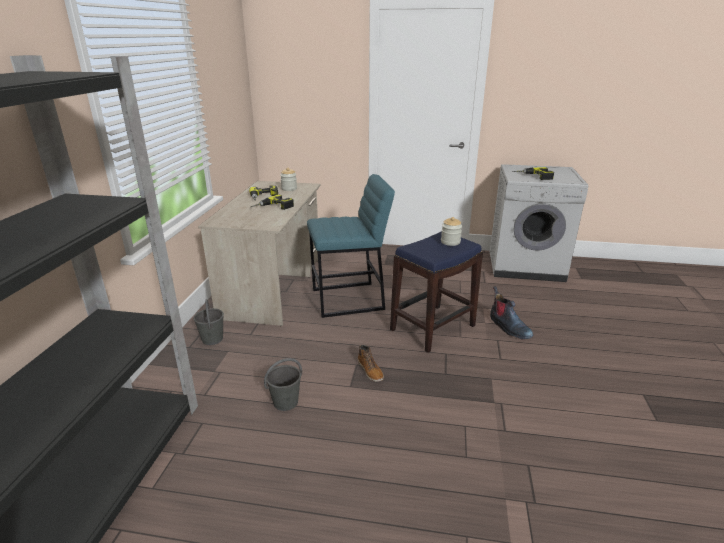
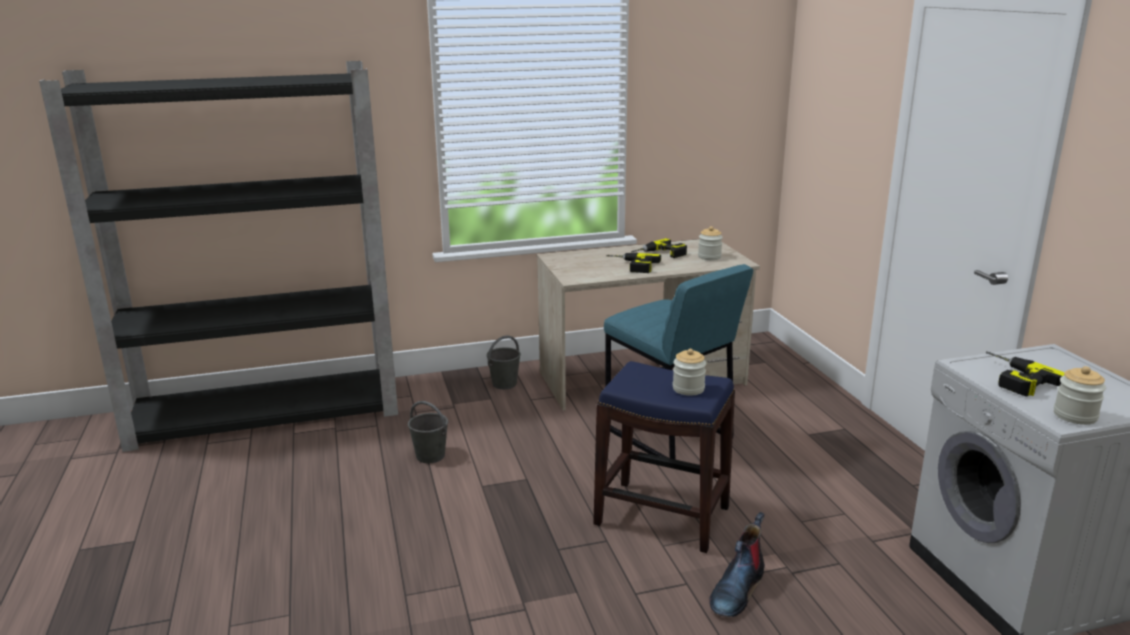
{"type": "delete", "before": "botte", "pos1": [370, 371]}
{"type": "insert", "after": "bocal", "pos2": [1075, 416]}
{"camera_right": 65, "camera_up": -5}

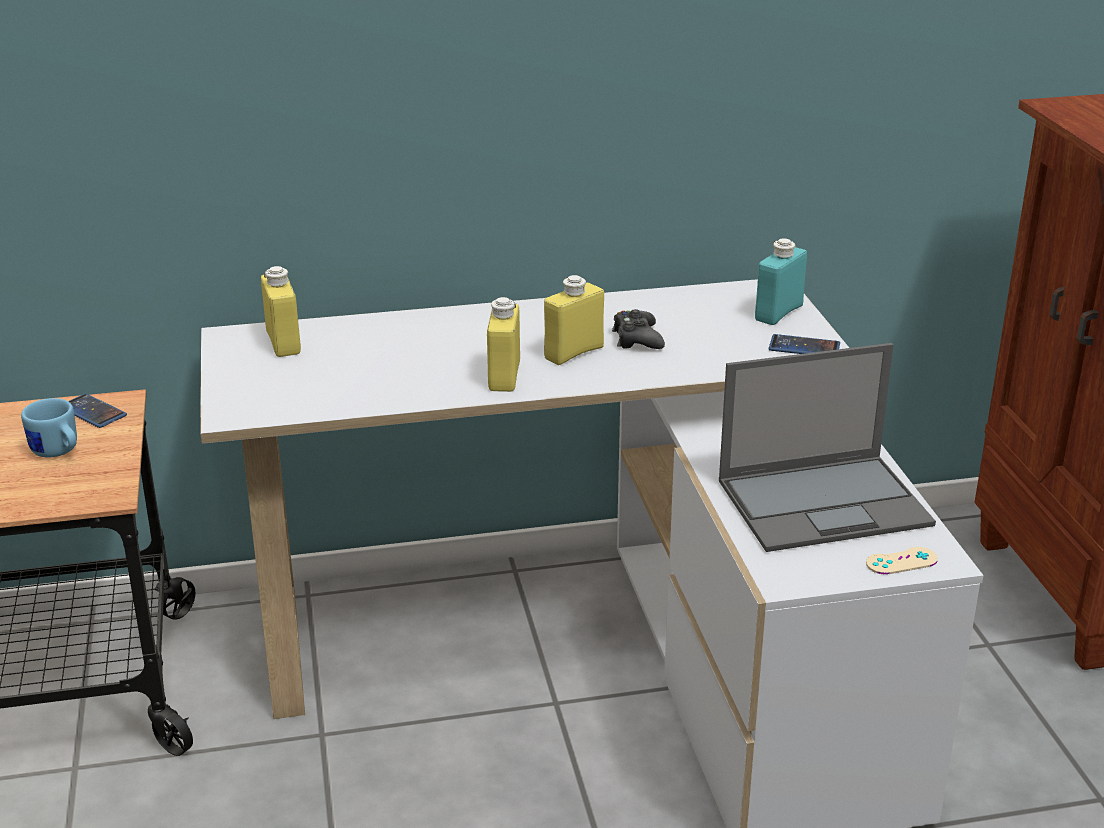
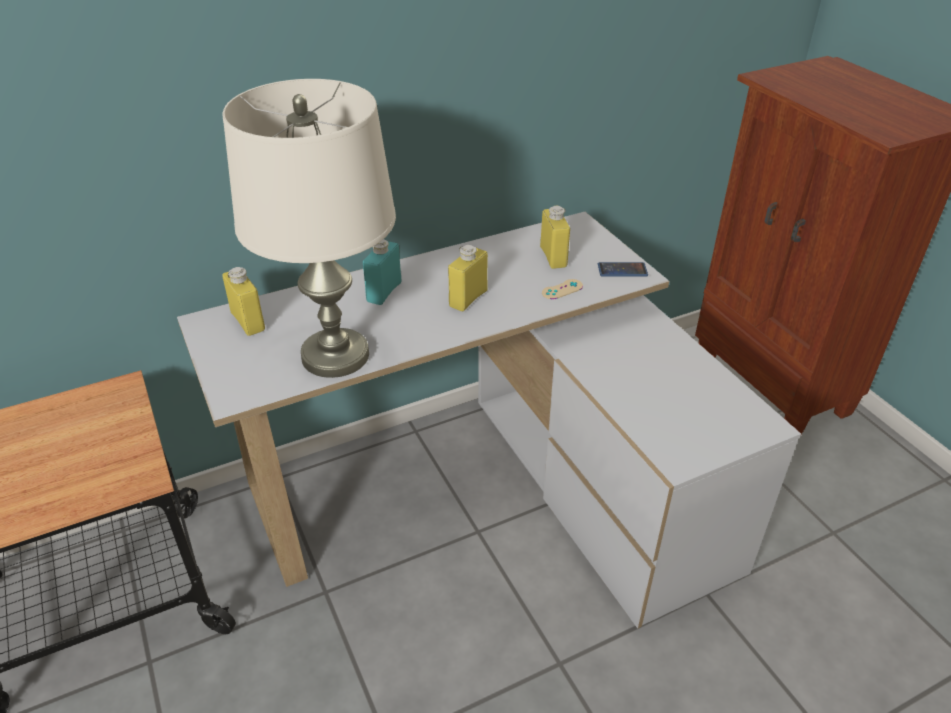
{"type": "delete", "before": "mug/bleu", "pos1": [58, 452]}
{"type": "delete", "before": "téléphone", "pos1": [93, 412]}
{"type": "delete", "before": "manette/noir", "pos1": [637, 339]}
{"type": "delete", "before": "ordinateur portable", "pos1": [826, 502]}
{"type": "insert", "after": "lampe de table/blanc", "pos2": [335, 355]}
{"type": "move", "before": "bouteille/jaune", "pos1": [504, 377], "pos2": [553, 257]}
{"type": "move", "before": "bouteille/turquoise", "pos1": [778, 313], "pos2": [384, 292]}
{"type": "move", "before": "manette/beige", "pos1": [901, 561], "pos2": [562, 289]}
{"camera_right": -15, "camera_up": 10}

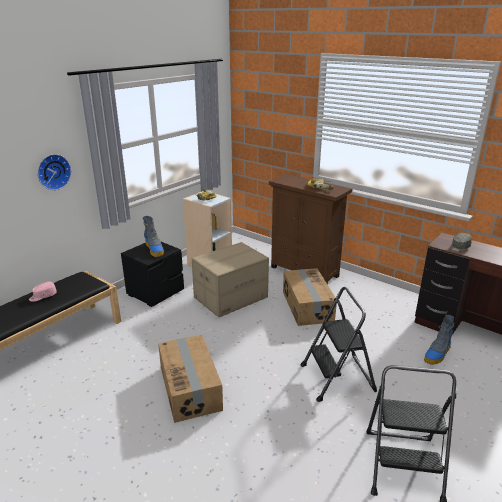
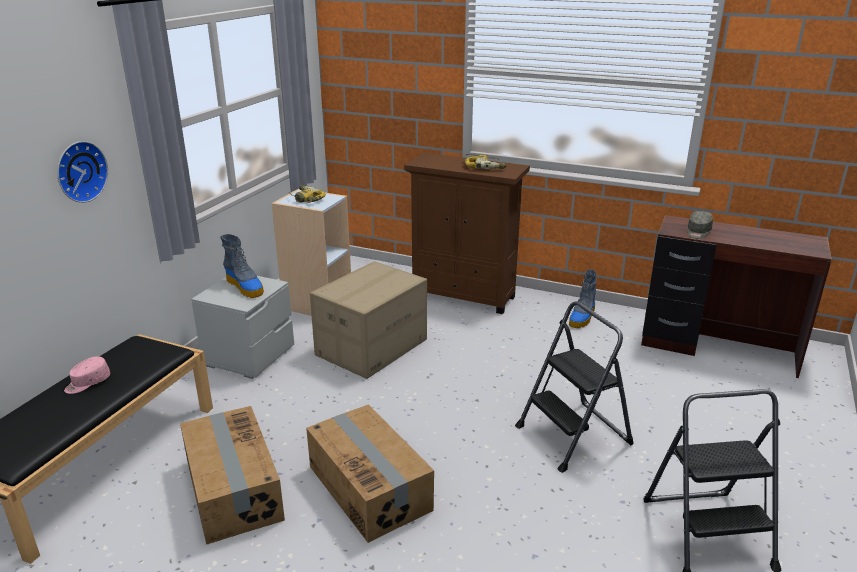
{"type": "move", "before": "carton", "pos1": [307, 306], "pos2": [232, 490]}
{"type": "move", "before": "botte", "pos1": [437, 354], "pos2": [582, 317]}
{"type": "recolor", "before": "table de chevet/noir", "after": "table de chevet/blanc", "pos1": [155, 292], "pos2": [248, 356]}
{"camera_right": -15, "camera_up": 0}

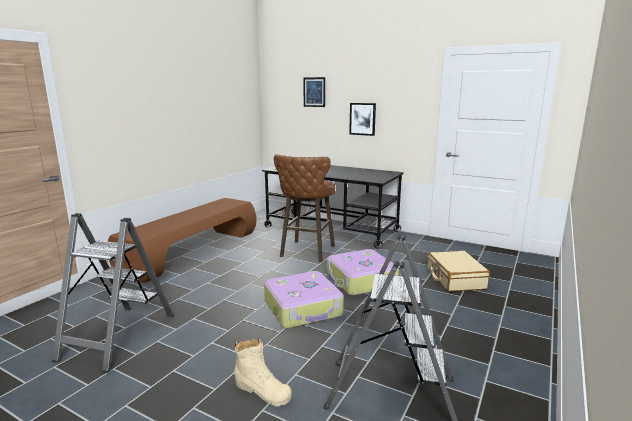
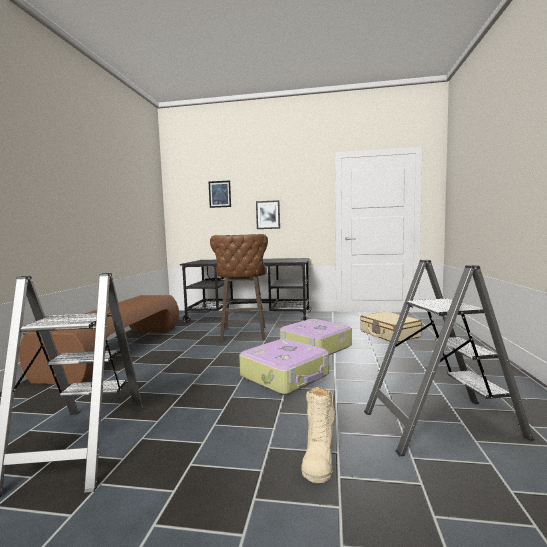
{"type": "rotate", "before": "botte/beige", "pos1": [262, 390], "pos2": [319, 456], "turn": 90}
{"camera_right": -20, "camera_up": -10}

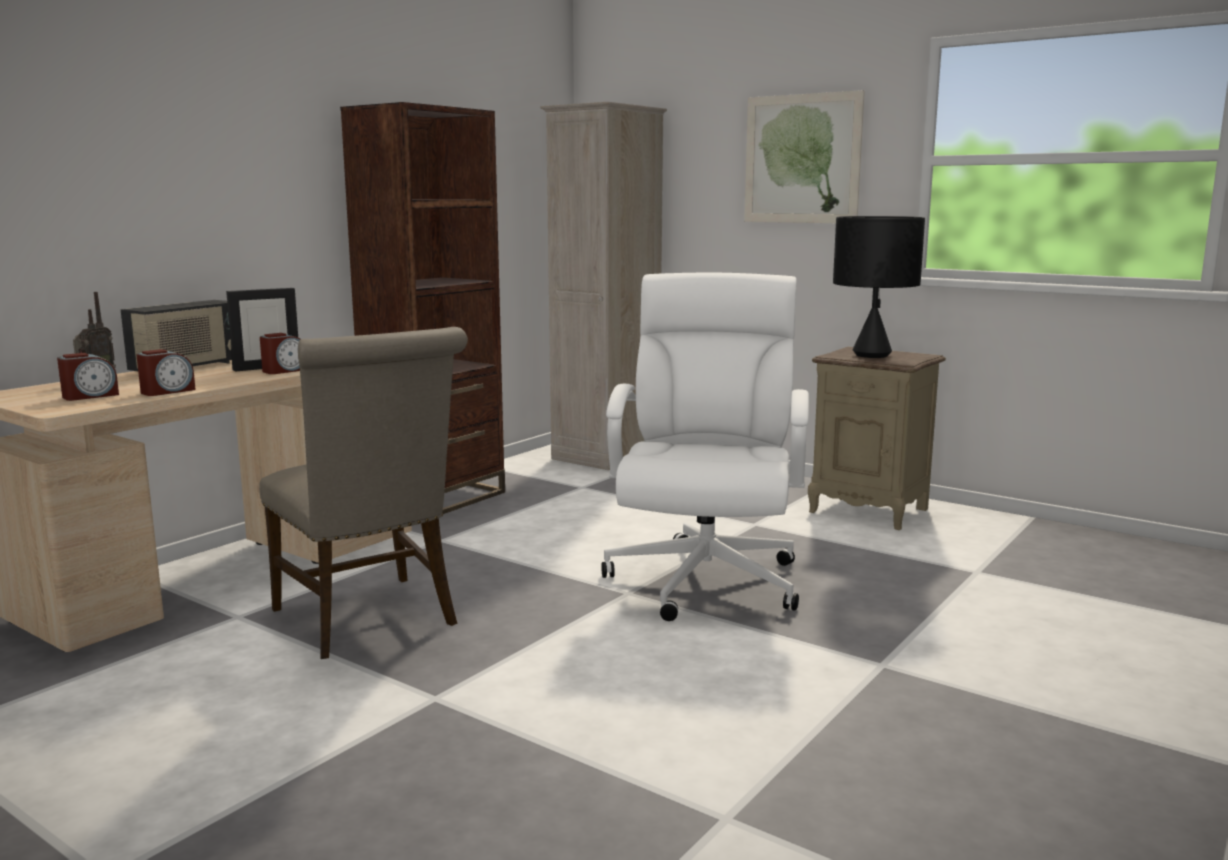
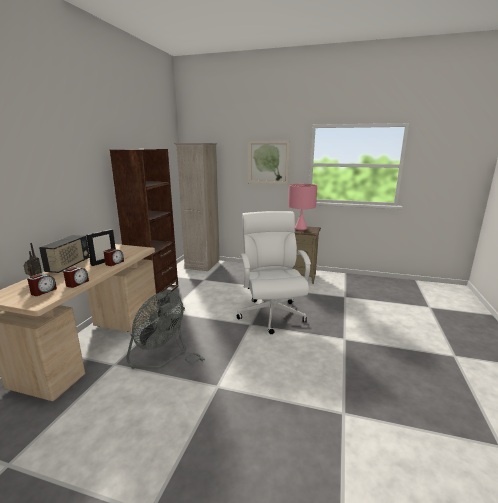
{"type": "replace", "before": "chaise/beige", "after": "ventilateur/gris", "pos1": [370, 620], "pos2": [168, 355]}
{"type": "recolor", "before": "lampe de table/noir", "after": "lampe de table/rose", "pos1": [871, 355], "pos2": [300, 229]}
{"camera_right": -20, "camera_up": 5}

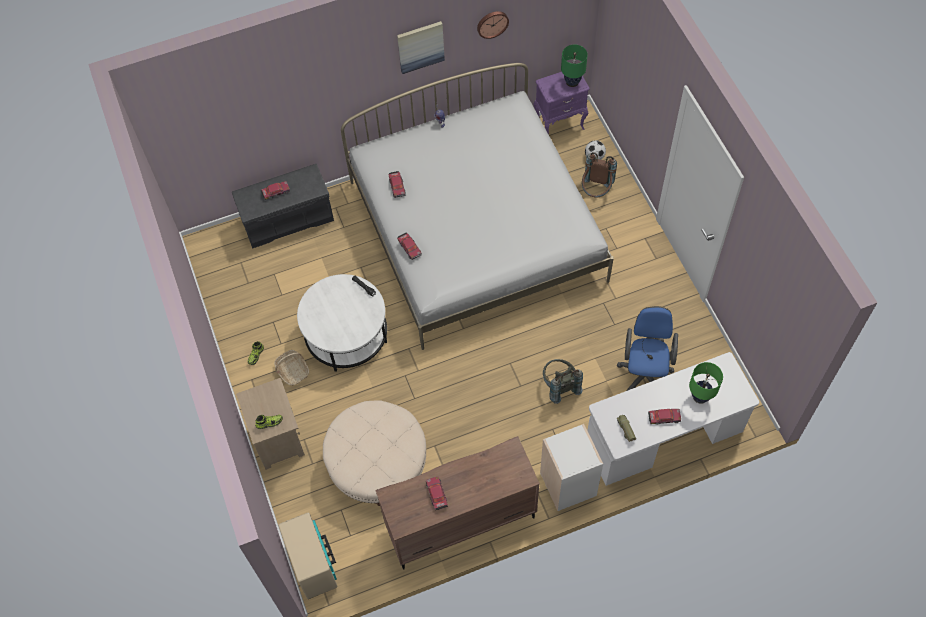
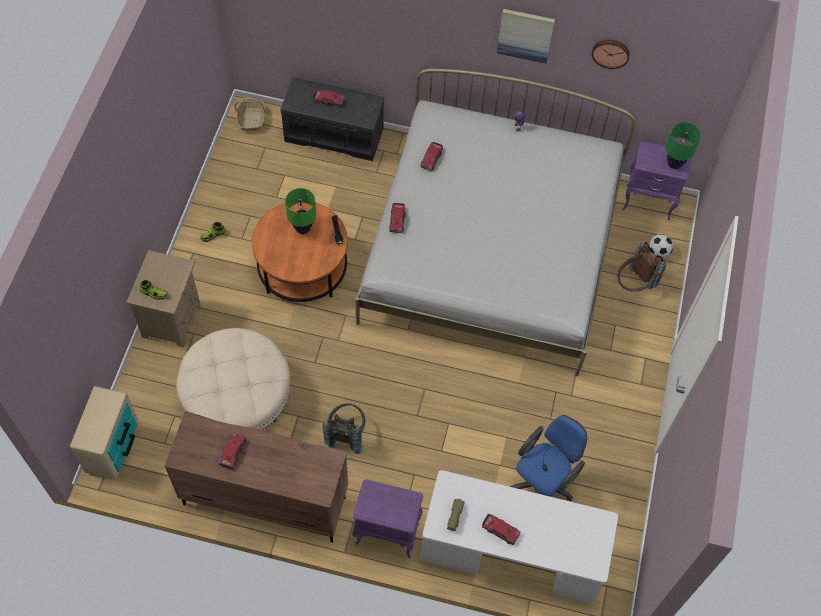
{"type": "move", "before": "panier", "pos1": [292, 371], "pos2": [252, 119]}
{"type": "move", "before": "sac à dos/gris", "pos1": [559, 386], "pos2": [346, 433]}
{"type": "move", "before": "lampe de table/vert", "pos1": [700, 396], "pos2": [303, 227]}
{"type": "replace", "before": "bibliothèque", "after": "table de chevet/violet", "pos1": [567, 484], "pos2": [386, 534]}
{"type": "recolor", "before": "table basse/blanc", "after": "table basse/orange", "pos1": [346, 334], "pos2": [302, 267]}
{"camera_right": 30, "camera_up": 0}

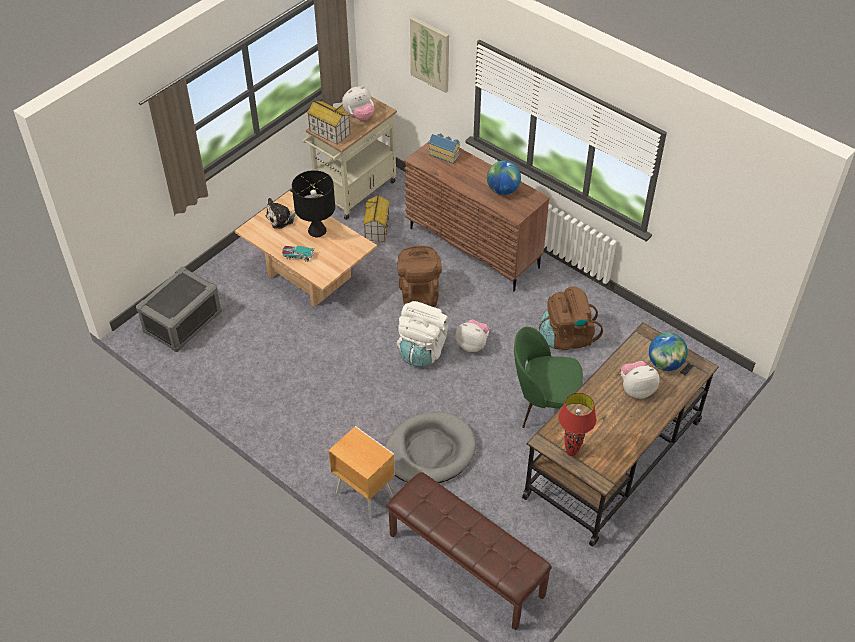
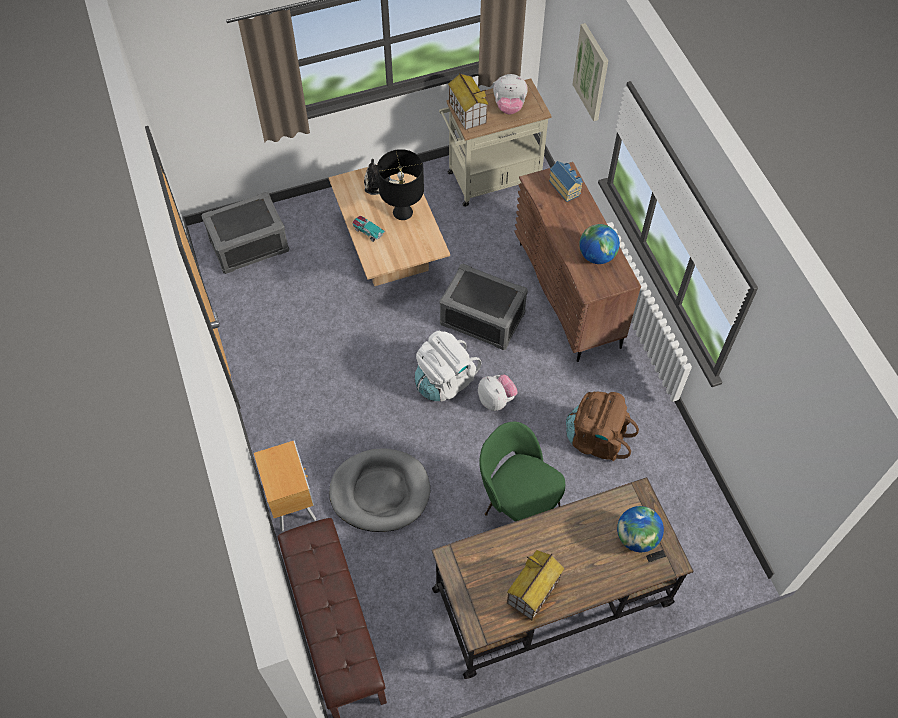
{"type": "delete", "before": "lampe de table/rouge", "pos1": [571, 452]}
{"type": "delete", "before": "peluche", "pos1": [636, 389]}
{"type": "move", "before": "maison miniature", "pos1": [377, 229], "pos2": [533, 592]}
{"type": "replace", "before": "sac à dos/marron", "after": "boîte de rangement/gris", "pos1": [419, 293], "pos2": [482, 319]}
{"camera_right": 30, "camera_up": 10}

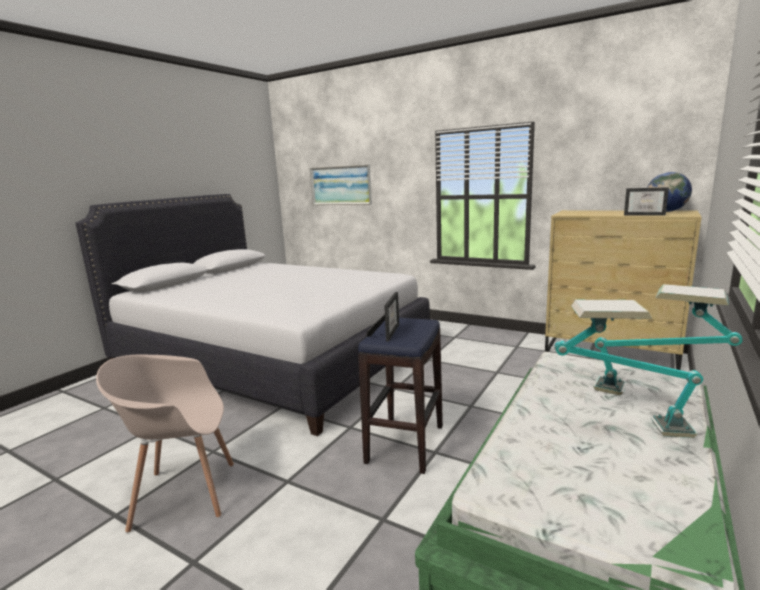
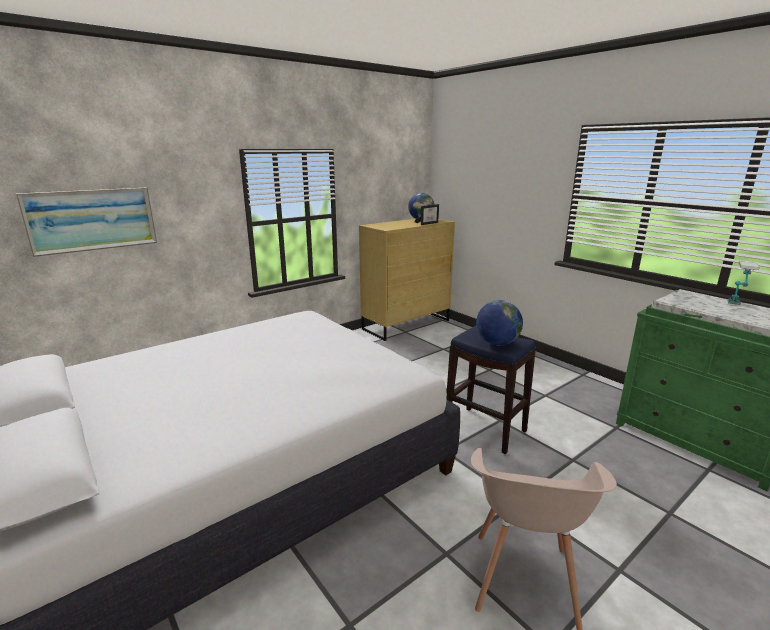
{"type": "delete", "before": "lampe de table", "pos1": [655, 397]}
{"type": "replace", "before": "cadre photo", "after": "globe", "pos1": [388, 332], "pos2": [497, 343]}
{"camera_right": -70, "camera_up": 5}

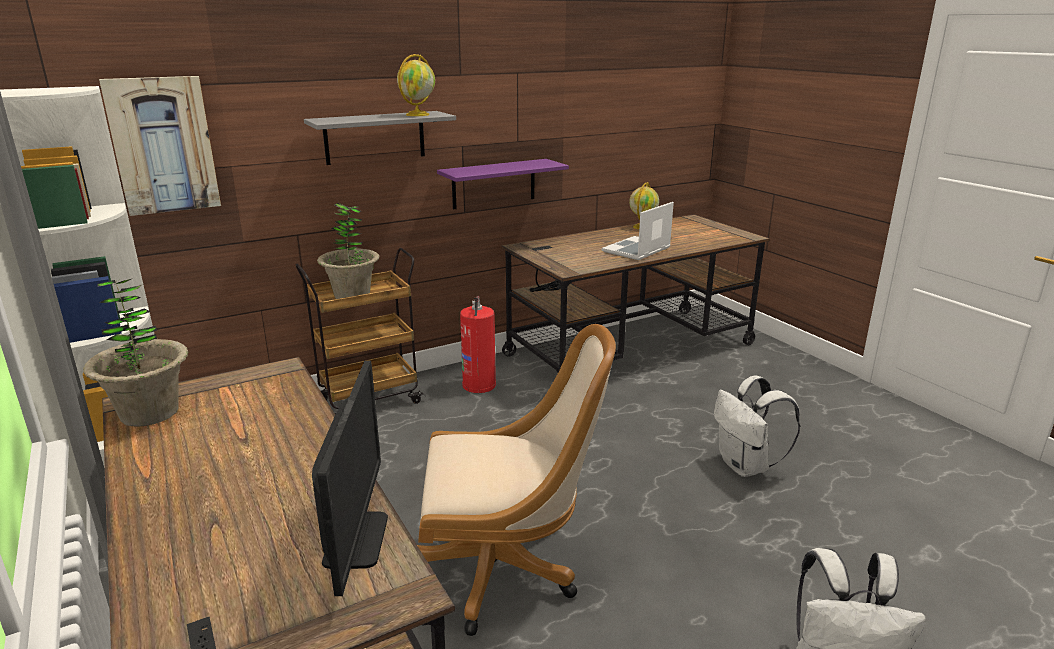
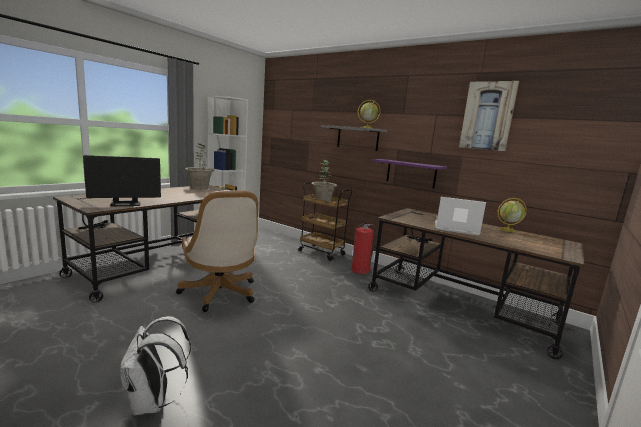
{"type": "delete", "before": "sac à dos/blanc", "pos1": [746, 466]}
{"type": "move", "before": "tableau", "pos1": [163, 145], "pos2": [487, 116]}
{"camera_right": 65, "camera_up": -10}

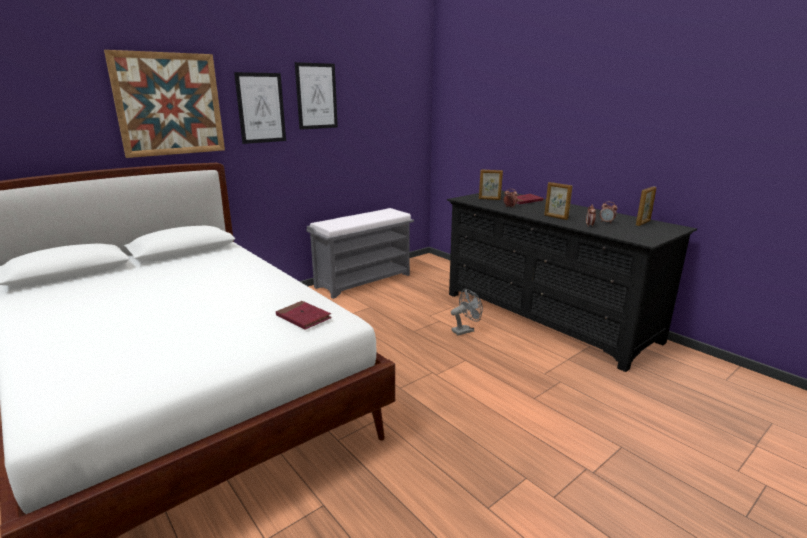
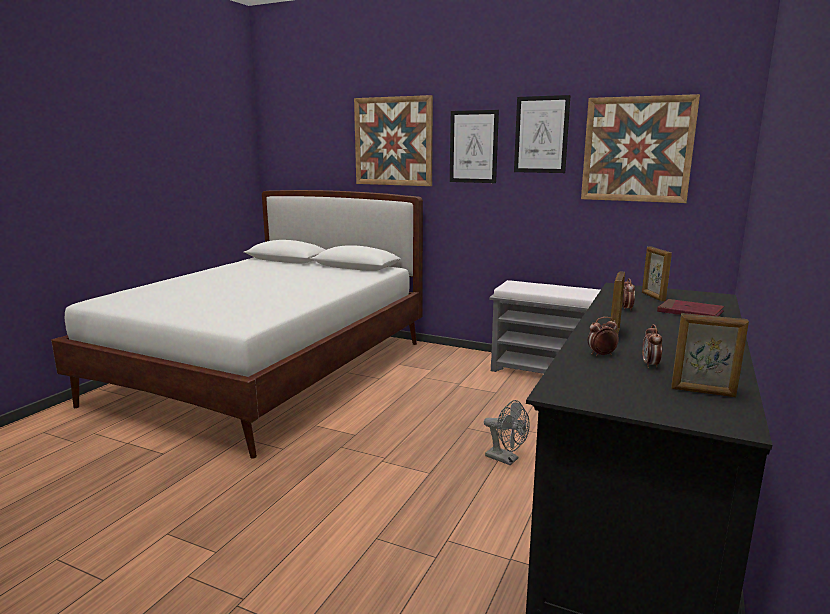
{"type": "delete", "before": "livre/rouge", "pos1": [303, 317]}
{"type": "insert", "after": "tableau", "pos2": [637, 149]}
{"camera_right": 65, "camera_up": -5}

